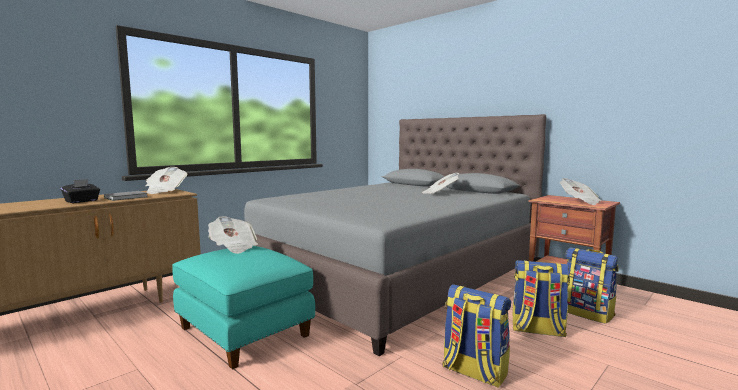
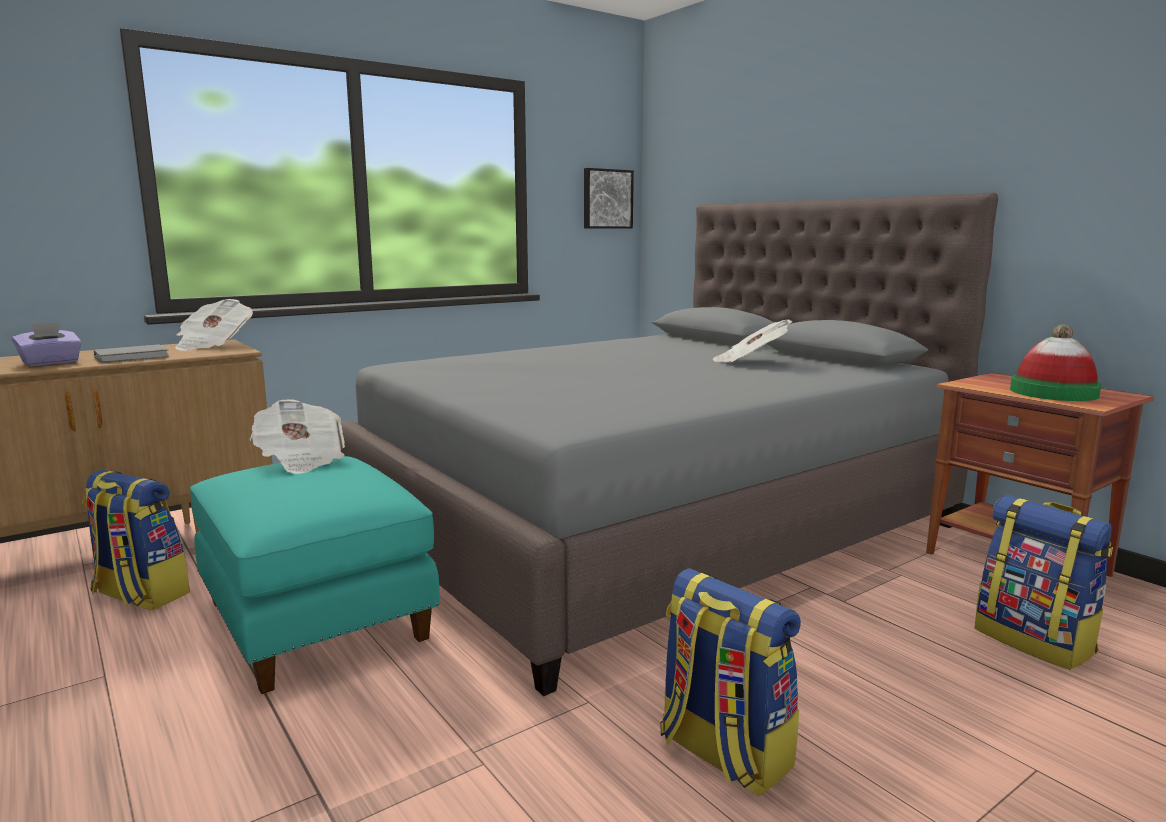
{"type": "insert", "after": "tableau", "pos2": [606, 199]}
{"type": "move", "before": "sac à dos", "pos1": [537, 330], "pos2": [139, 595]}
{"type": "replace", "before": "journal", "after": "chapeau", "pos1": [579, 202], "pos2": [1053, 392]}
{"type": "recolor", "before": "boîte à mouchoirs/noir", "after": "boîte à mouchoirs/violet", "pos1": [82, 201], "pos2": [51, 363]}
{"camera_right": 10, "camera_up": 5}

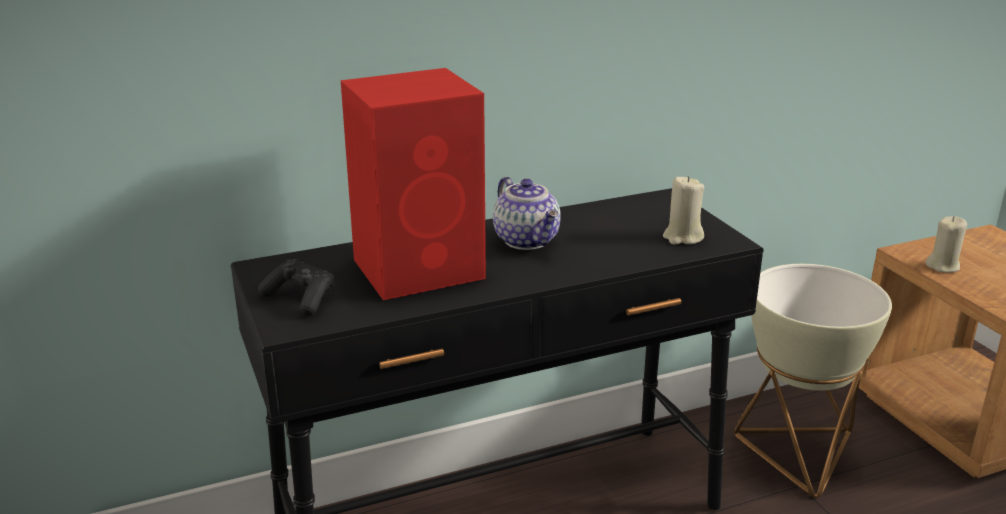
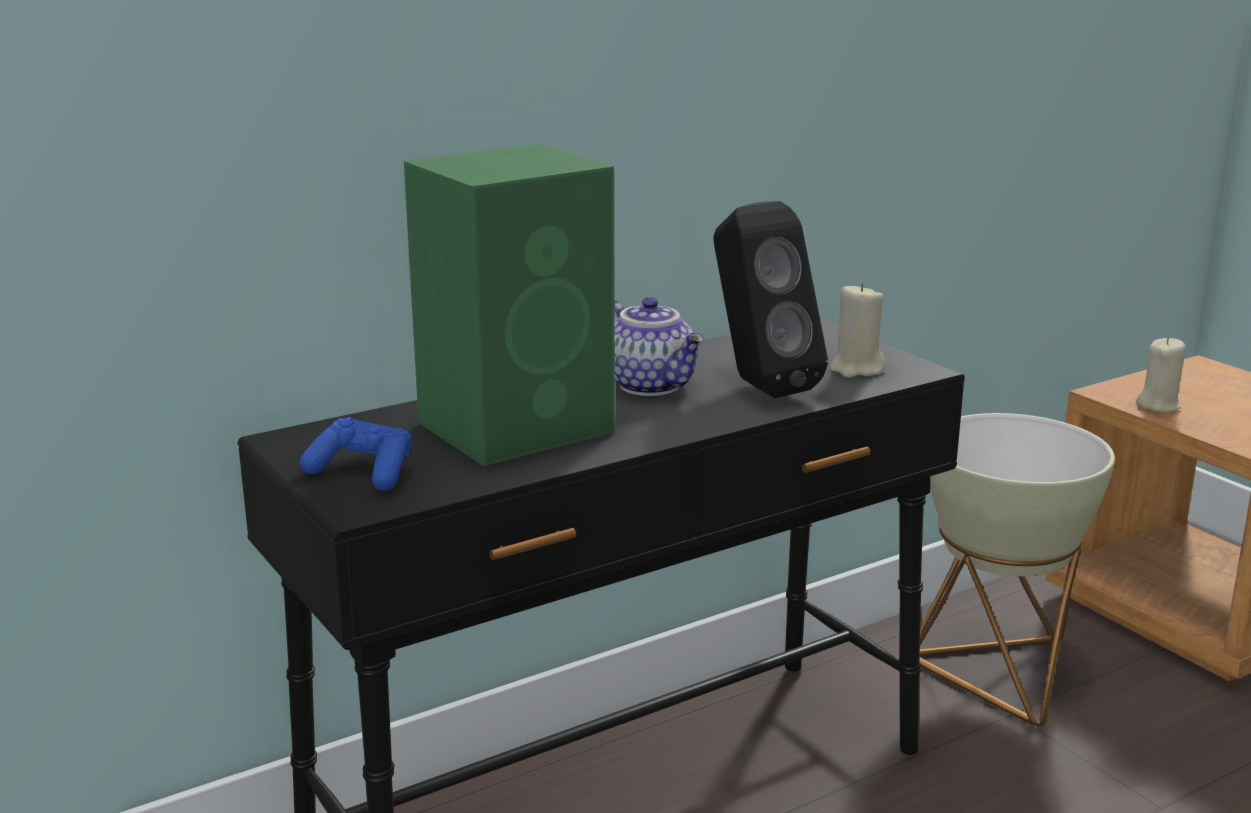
{"type": "insert", "after": "enceinte/noir", "pos2": [758, 386]}
{"type": "recolor", "before": "manette/noir", "after": "manette/bleu", "pos1": [300, 298], "pos2": [363, 472]}
{"type": "recolor", "before": "enceinte/rouge", "after": "enceinte/vert", "pos1": [421, 268], "pos2": [520, 426]}
{"camera_right": -10, "camera_up": -5}

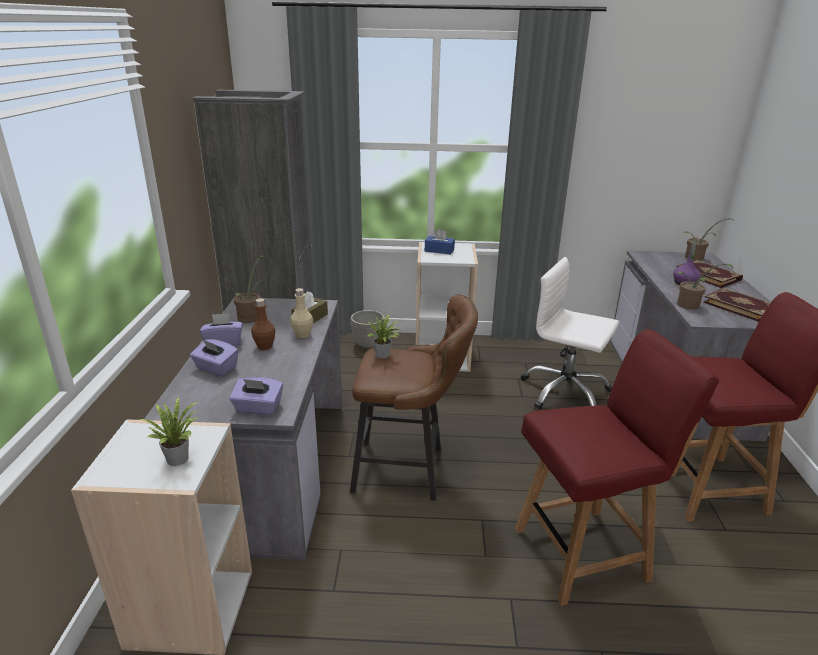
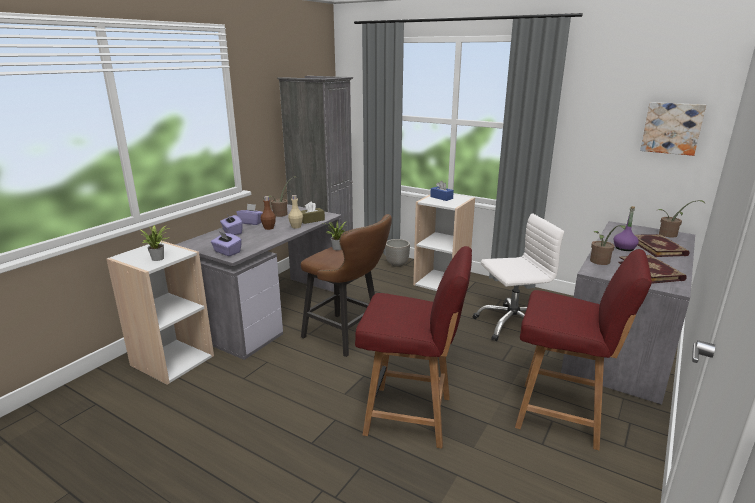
{"type": "insert", "after": "tableau", "pos2": [672, 128]}
{"type": "rotate", "before": "chaise de bureau/blanc", "pos1": [565, 392], "pos2": [512, 324], "turn": 105}
{"camera_right": 30, "camera_up": -5}

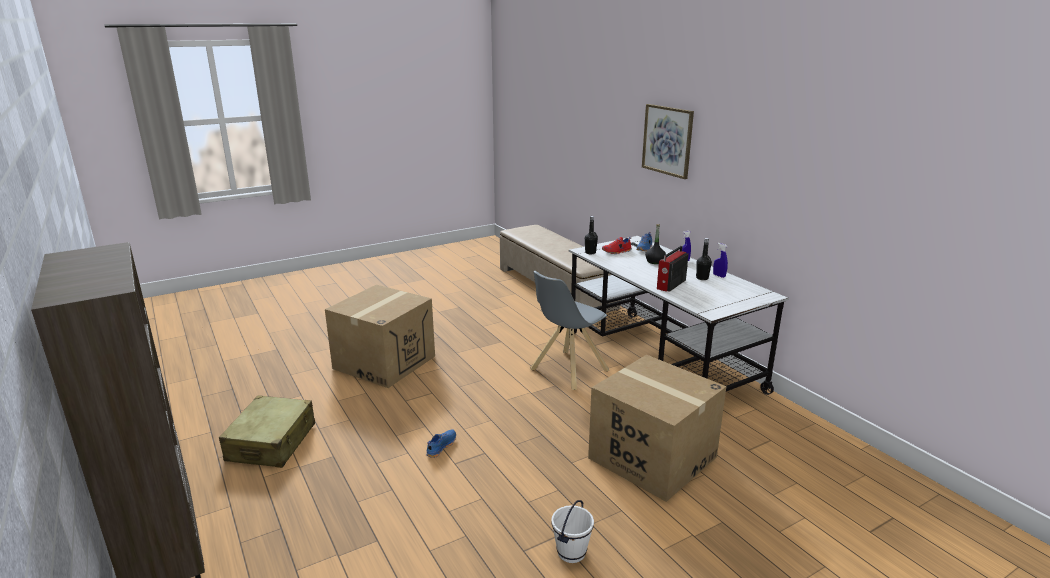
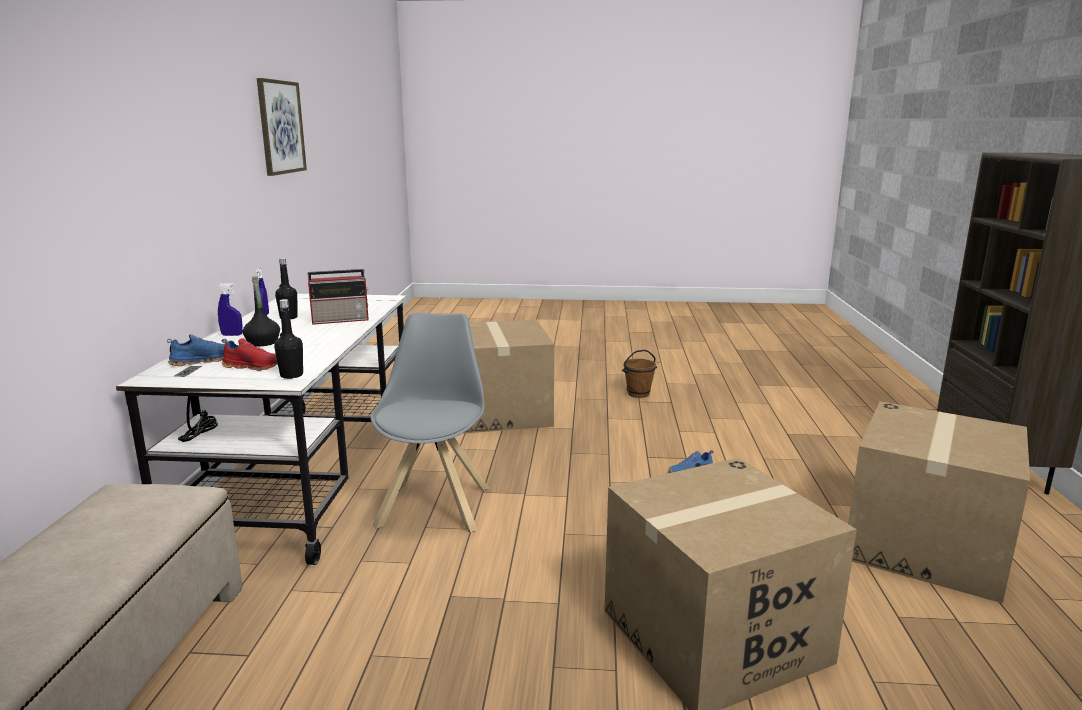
{"type": "move", "before": "tableau", "pos1": [667, 140], "pos2": [281, 127]}
{"type": "replace", "before": "valise/beige", "after": "carton", "pos1": [272, 442], "pos2": [926, 546]}
{"type": "recolor", "before": "seau/blanc", "after": "seau/marron", "pos1": [571, 552], "pos2": [638, 394]}
{"type": "rotate", "before": "chaise/gris", "pos1": [567, 370], "pos2": [435, 504], "turn": -75}
{"camera_right": -145, "camera_up": -5}

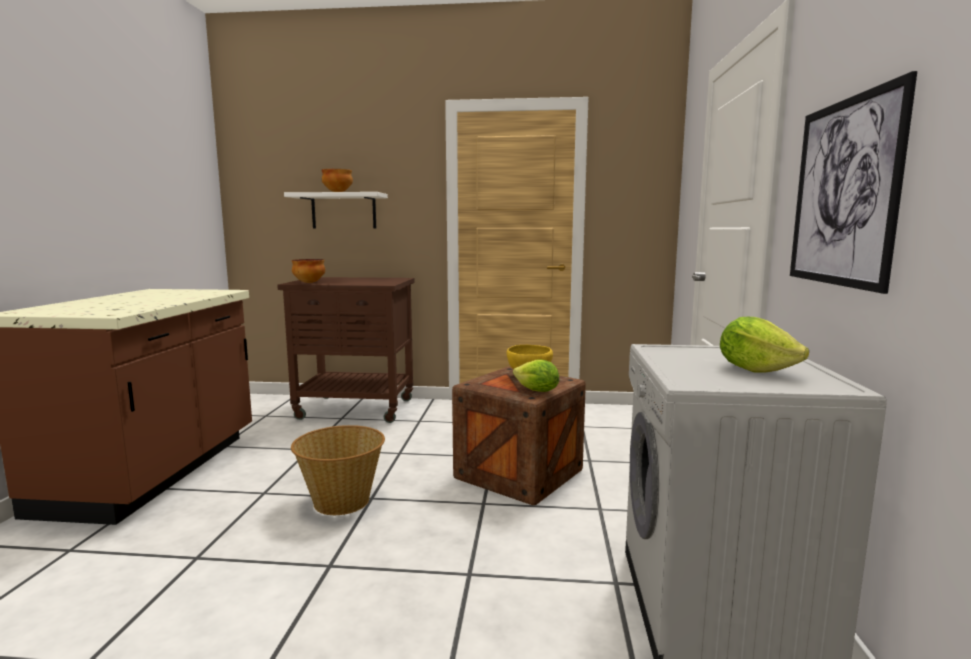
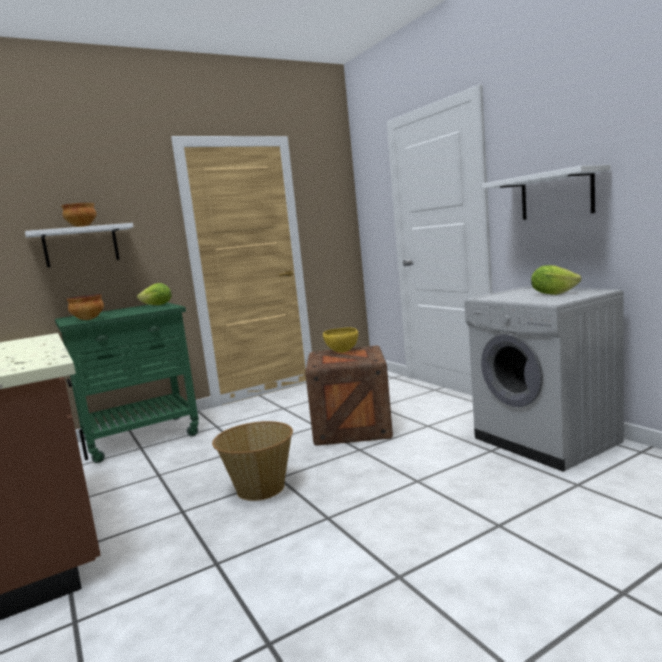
{"type": "move", "before": "laitue", "pos1": [537, 391], "pos2": [157, 305]}
{"type": "replace", "before": "tableau", "after": "étagère/blanc", "pos1": [843, 193], "pos2": [556, 195]}
{"type": "recolor", "before": "chariot/marron", "after": "chariot/vert", "pos1": [357, 409], "pos2": [142, 438]}
{"camera_right": -35, "camera_up": 0}

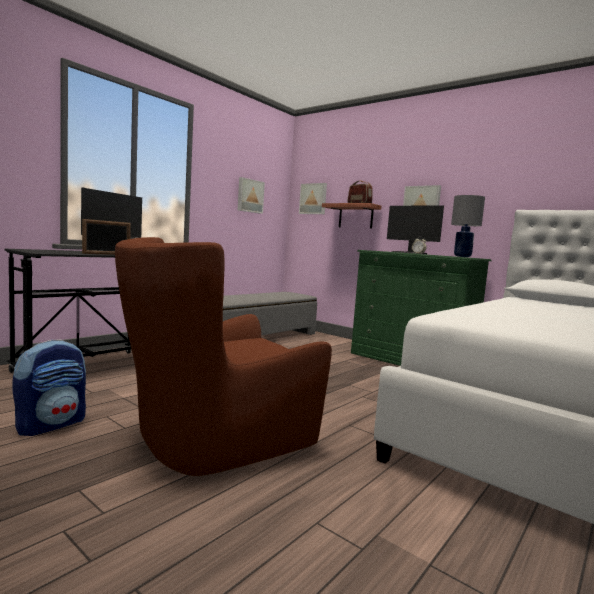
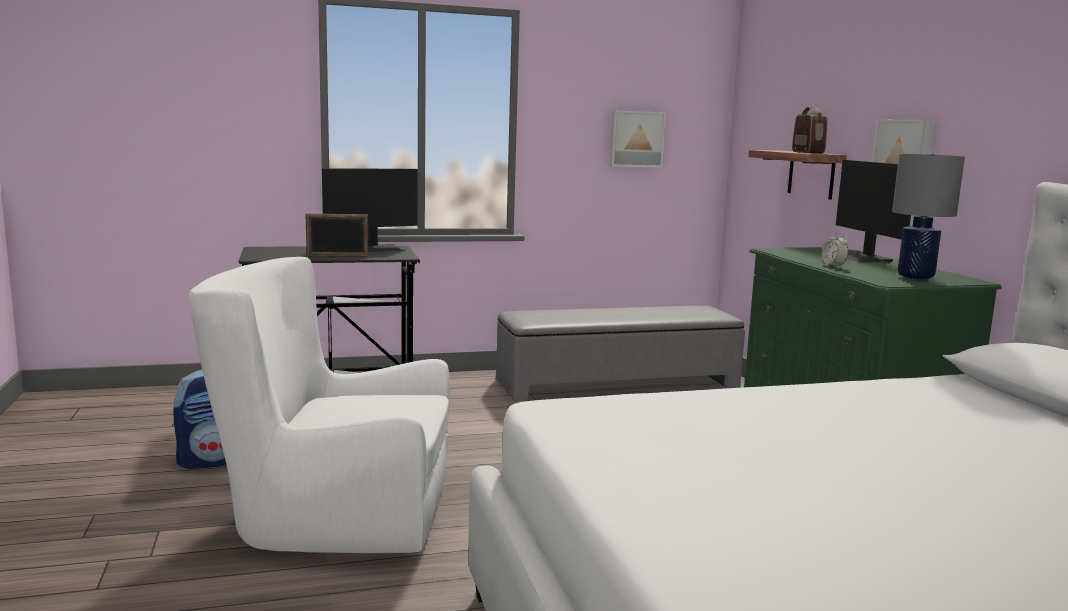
{"type": "delete", "before": "tableau", "pos1": [313, 199]}
{"type": "recolor", "before": "fauteuil/marron", "after": "fauteuil/blanc", "pos1": [213, 440], "pos2": [333, 517]}
{"camera_right": 35, "camera_up": 5}

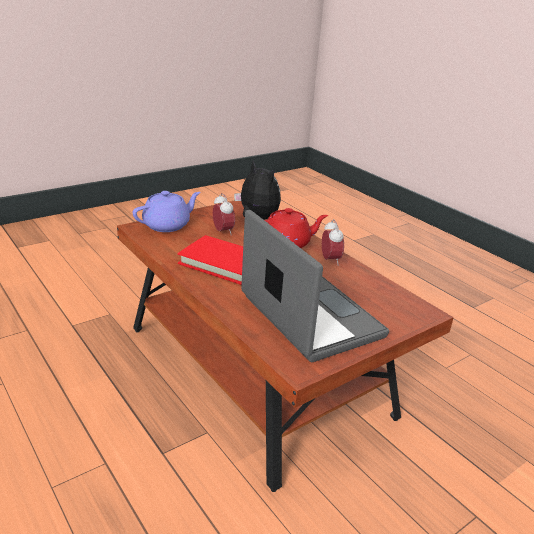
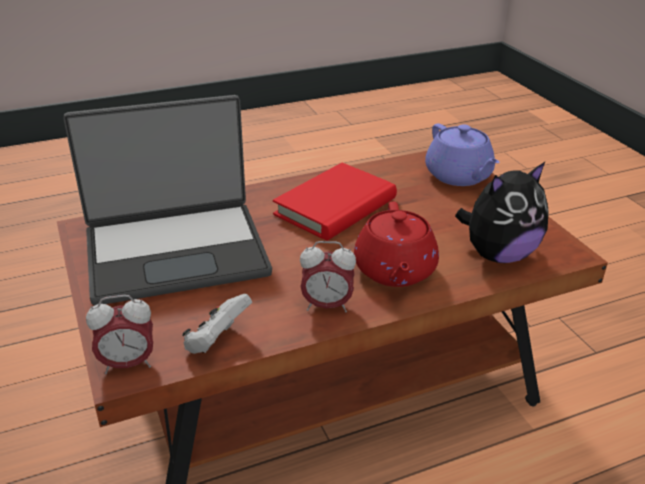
{"type": "insert", "after": "manette/blanc", "pos2": [217, 341]}
{"type": "move", "before": "réveil", "pos1": [223, 232], "pos2": [128, 364]}
{"camera_right": 105, "camera_up": 5}

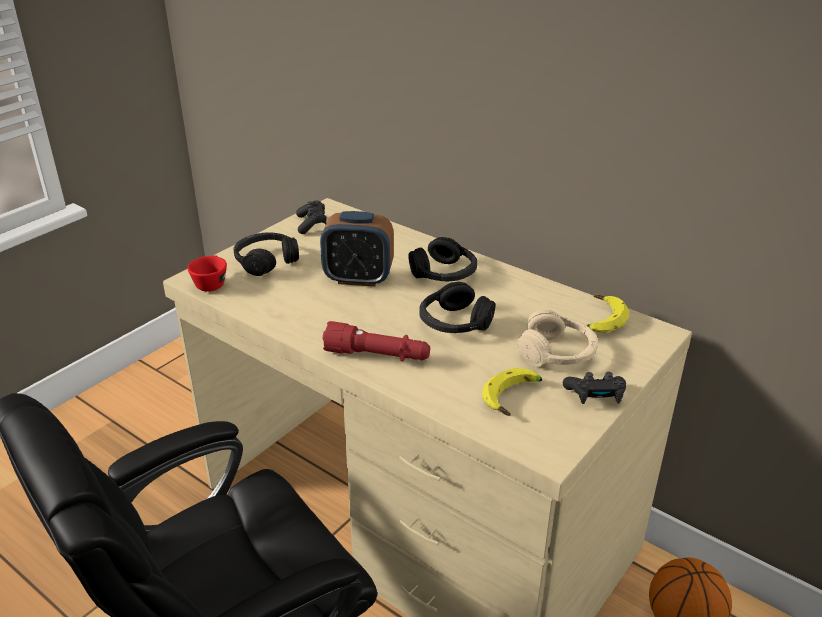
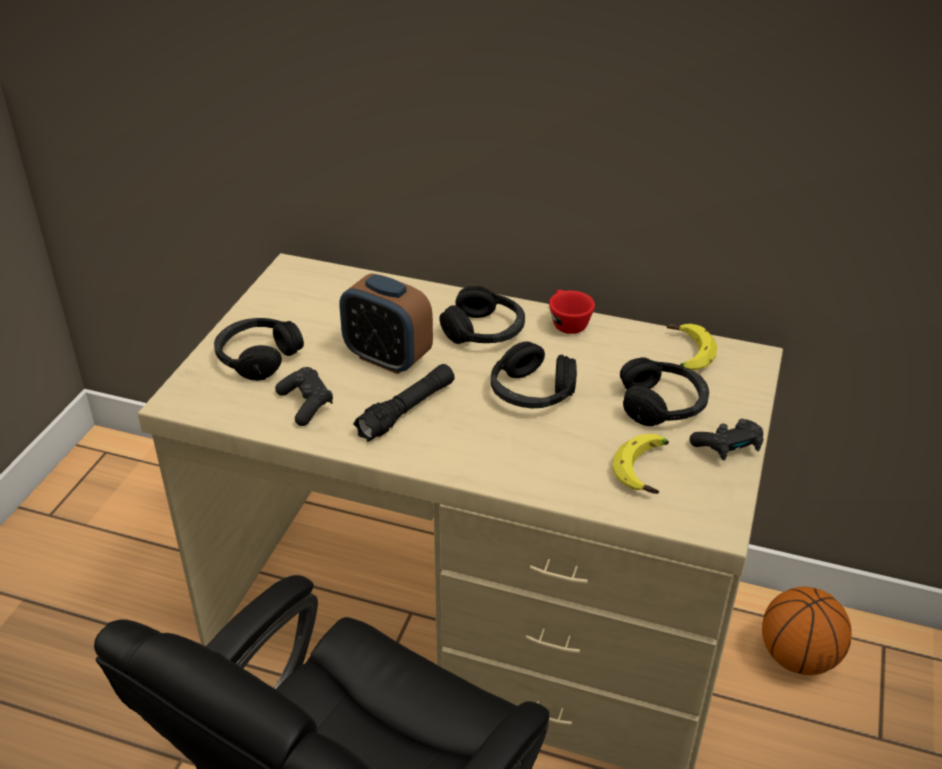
{"type": "delete", "before": "lampe de poche/rouge", "pos1": [377, 356]}
{"type": "insert", "after": "lampe de poche/noir", "pos2": [407, 411]}
{"type": "move", "before": "tasse/rouge", "pos1": [211, 283], "pos2": [566, 323]}
{"type": "move", "before": "manette/noir", "pos1": [311, 224], "pos2": [306, 404]}
{"type": "recolor", "before": "casque audio/beige", "after": "casque audio/noir", "pos1": [557, 353], "pos2": [662, 404]}
{"type": "rotate", "before": "réveil", "pos1": [358, 278], "pos2": [387, 358], "turn": 45}
{"camera_right": -20, "camera_up": 5}

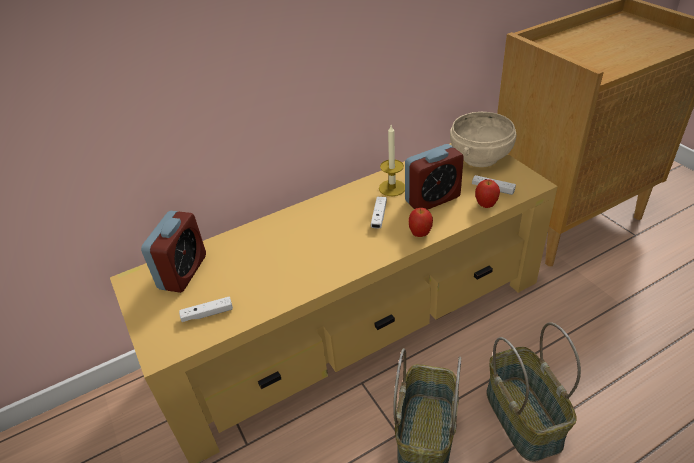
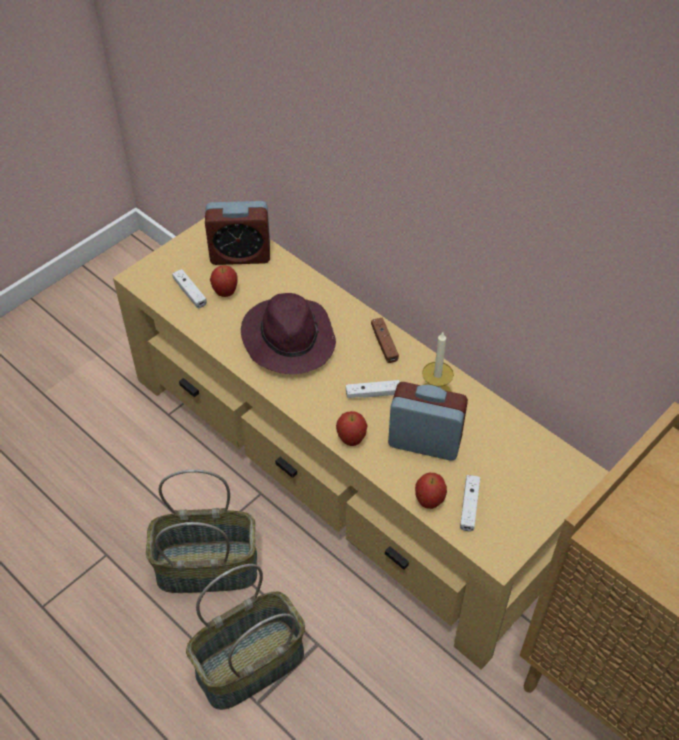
{"type": "delete", "before": "bol/beige", "pos1": [481, 157]}
{"type": "insert", "after": "pomme", "pos2": [225, 293]}
{"type": "insert", "after": "chapeau/violet", "pos2": [288, 339]}
{"type": "insert", "after": "manette/marron", "pos2": [384, 344]}
{"type": "rotate", "before": "réveil", "pos1": [432, 199], "pos2": [424, 442], "turn": 150}
{"camera_right": 70, "camera_up": 10}

